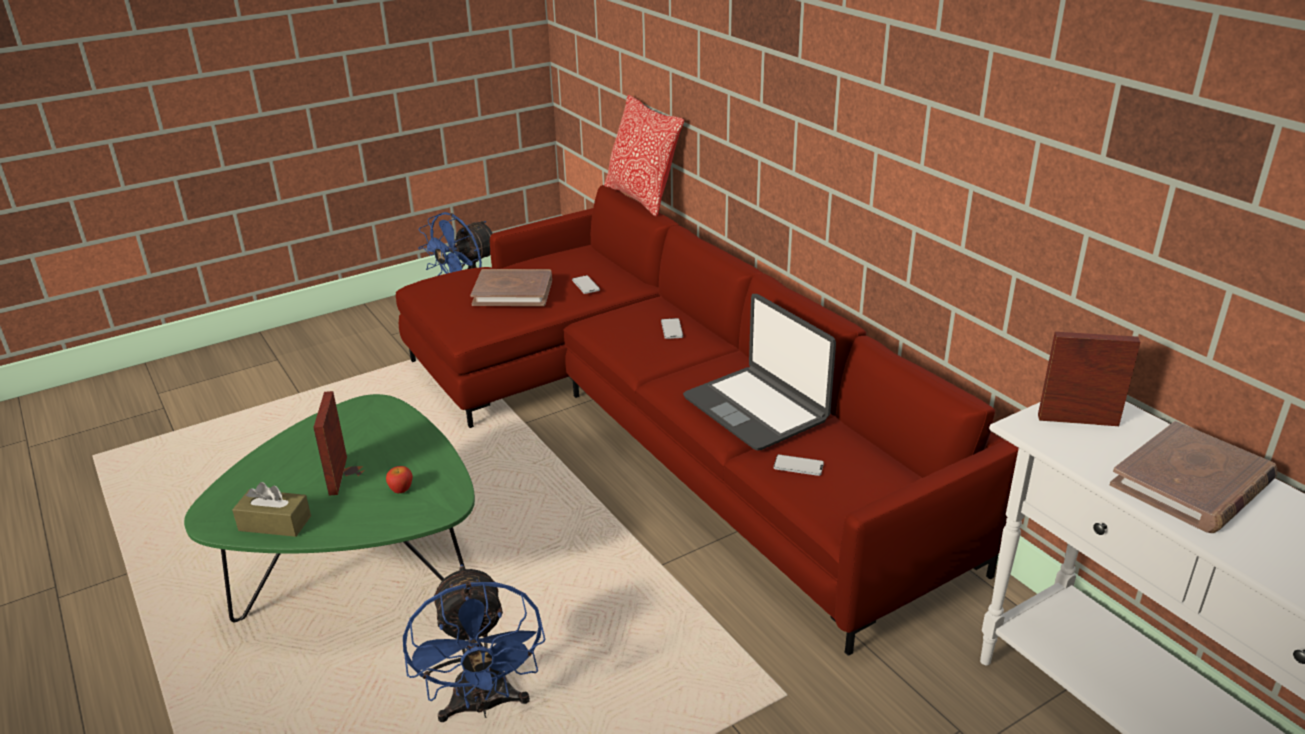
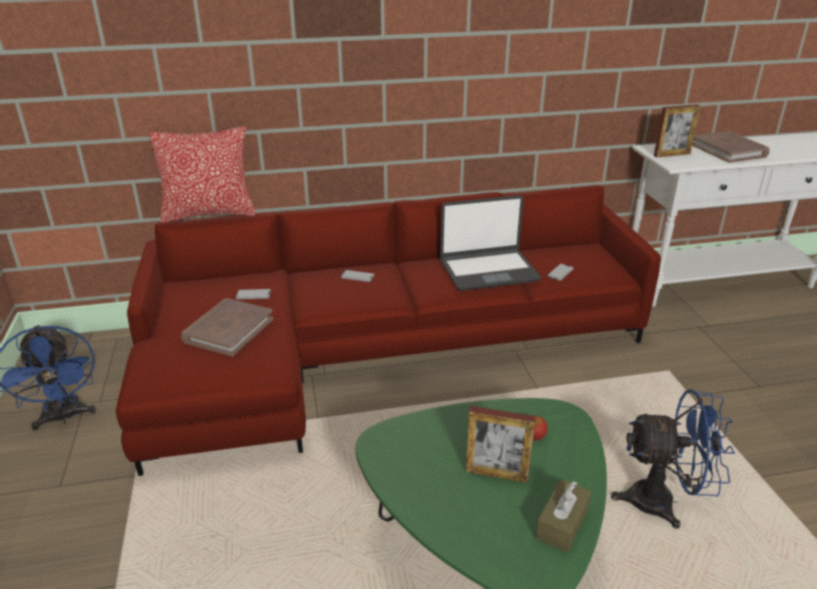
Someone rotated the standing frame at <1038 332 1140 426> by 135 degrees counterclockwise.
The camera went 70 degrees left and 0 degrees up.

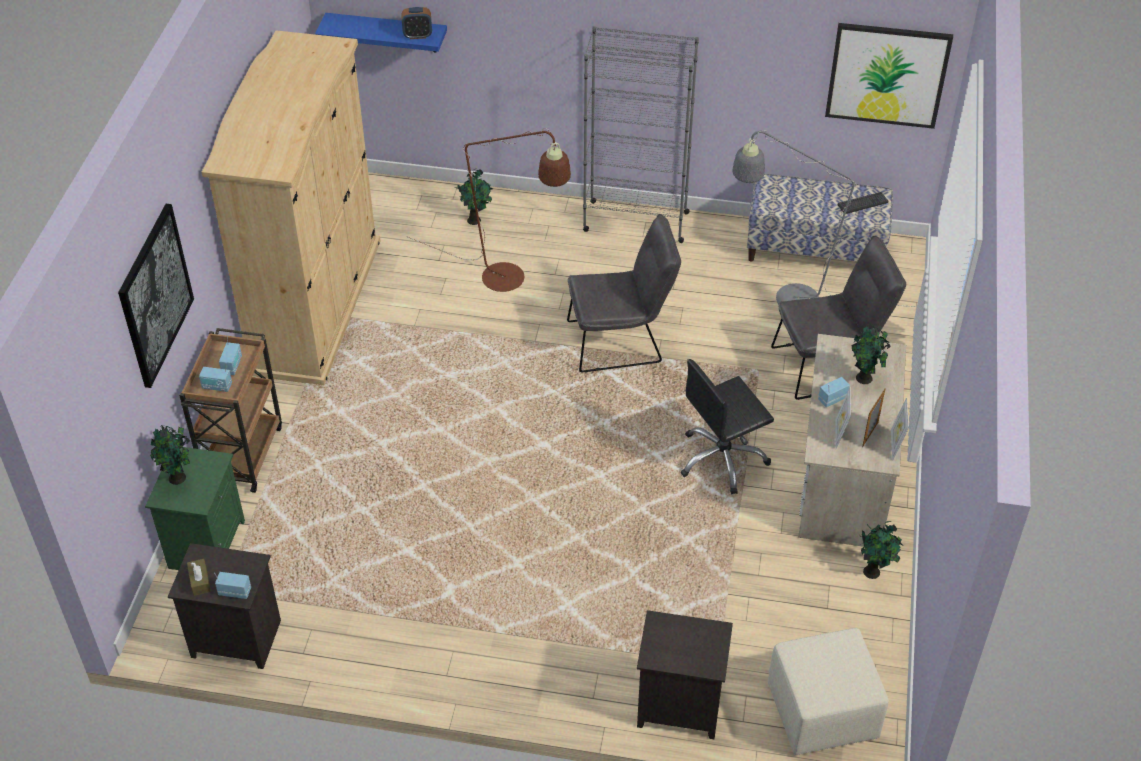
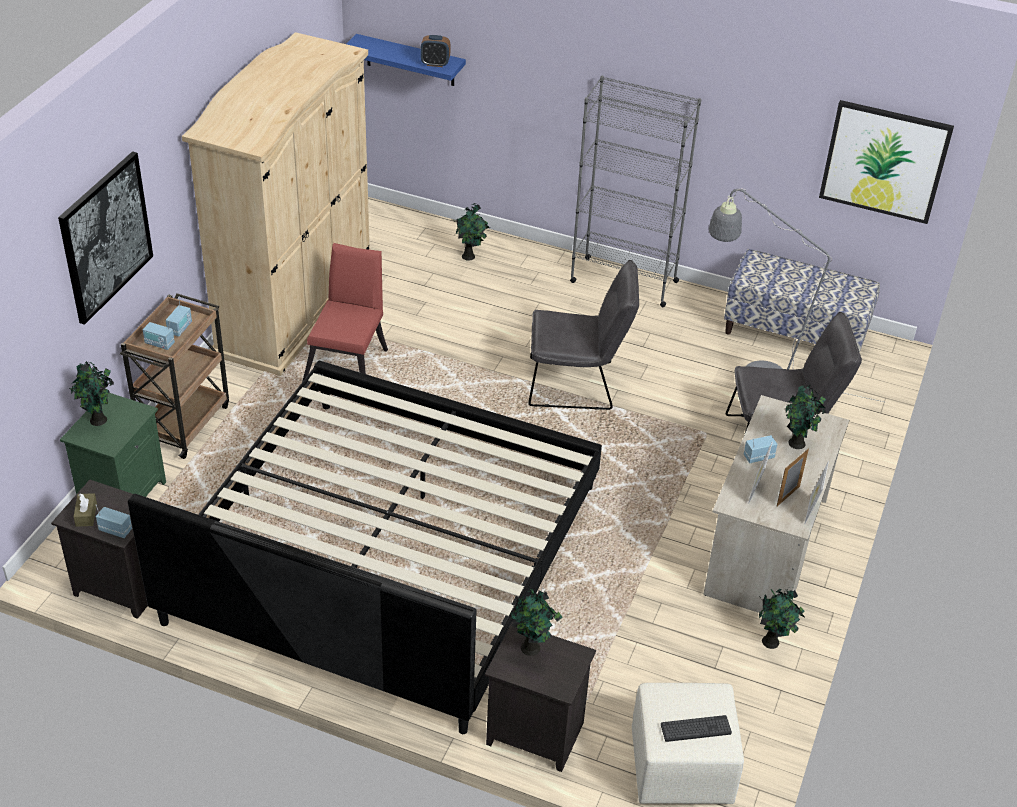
Someone put down the bedroom bed at <128 360 602 734>.
Someone put down the red-coloured upright chair at <302 243 388 382>.
Someone put down the potted plant at <510 589 563 656>.
Someone carried the computer keyboard from <838 192 888 214> to <661 715 732 742>.
Someone took away the brownish standing lamp at <408 128 571 292>.
Someone took away the blackish computer chair at <680 359 774 494>.
The camera went 10 degrees right and 5 degrees down.

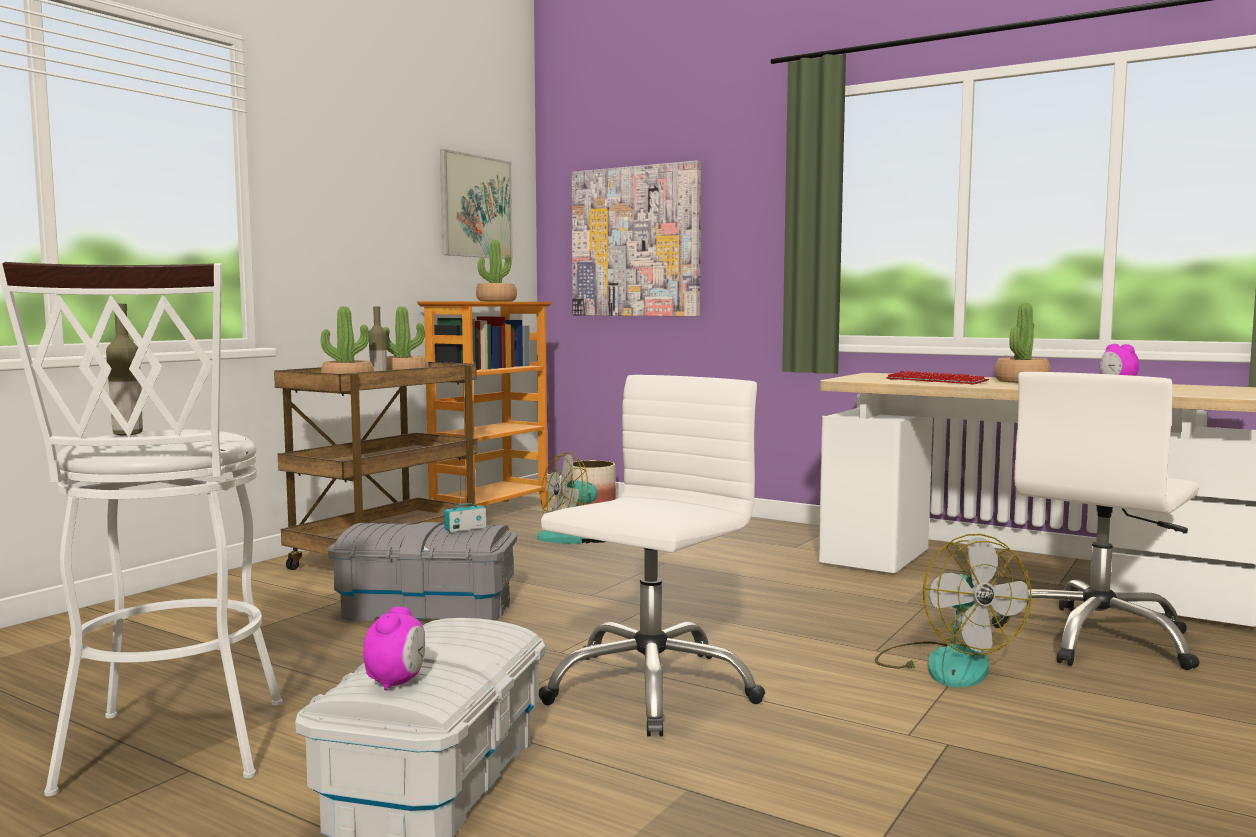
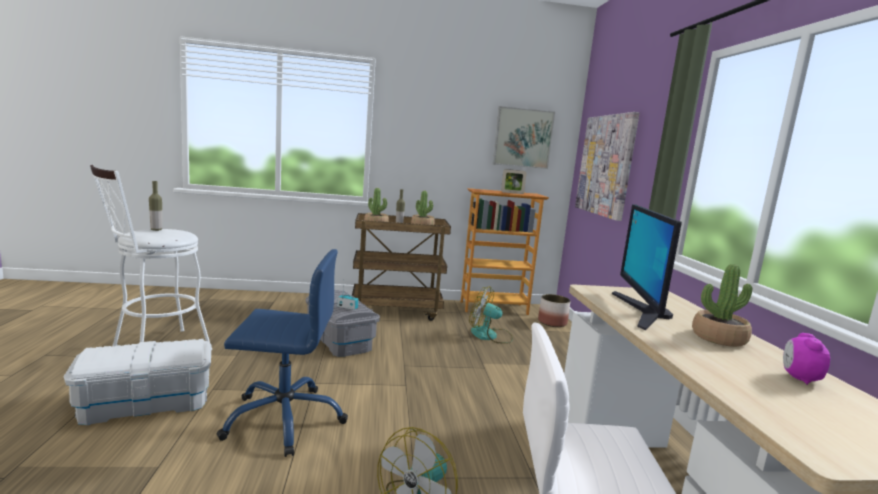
Someone repainted the whitish computer chair at <539 375 765 736>, which became the blue computer chair at <217 249 348 457>.
Someone swapped the potted plant at <476 240 517 301> for the standing frame at <501 169 527 194>.
Someone swapped the computer keyboard at <886 371 989 385> for the computer display at <612 204 682 330>.
Someone took away the alarm clock at <363 607 425 690>.
The camera went 50 degrees right and 5 degrees up.

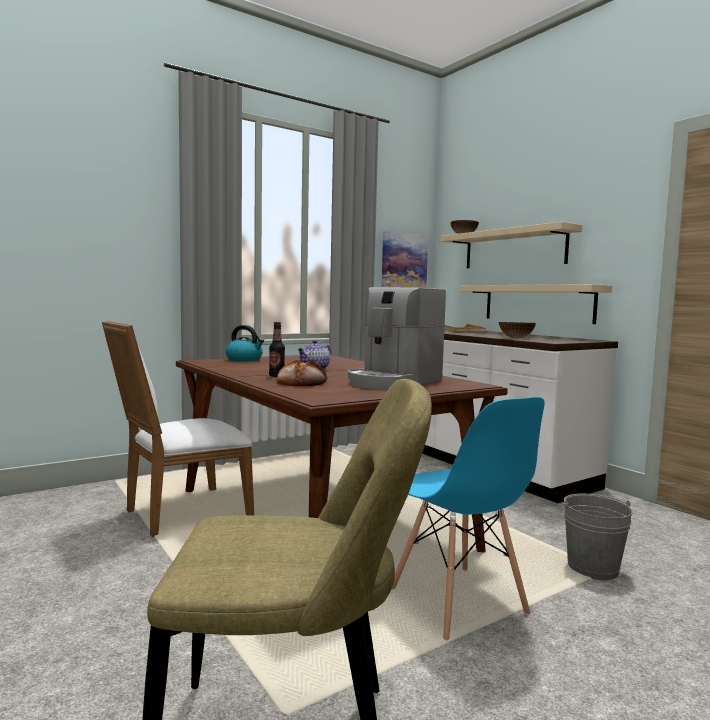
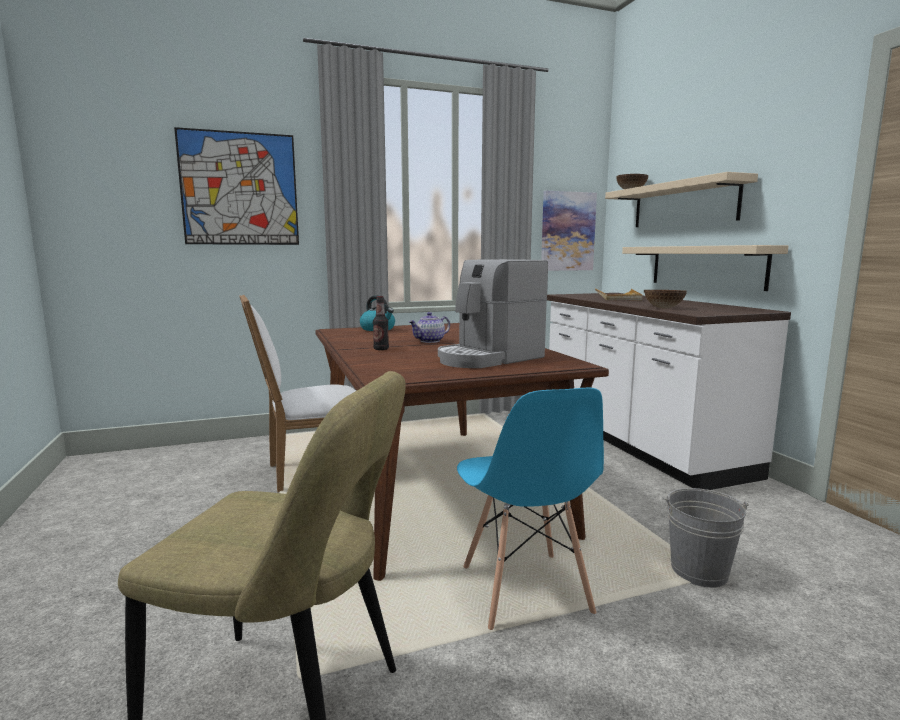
Someone put up the picture at <174 127 299 245>.
Someone took away the bakery bread at <277 359 327 386>.
The camera went 15 degrees right and 5 degrees up.

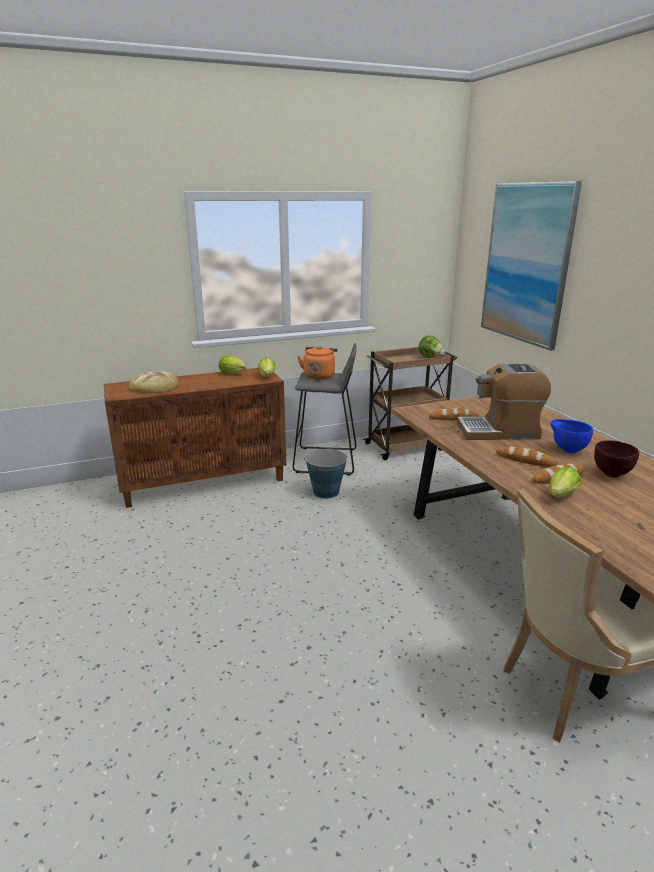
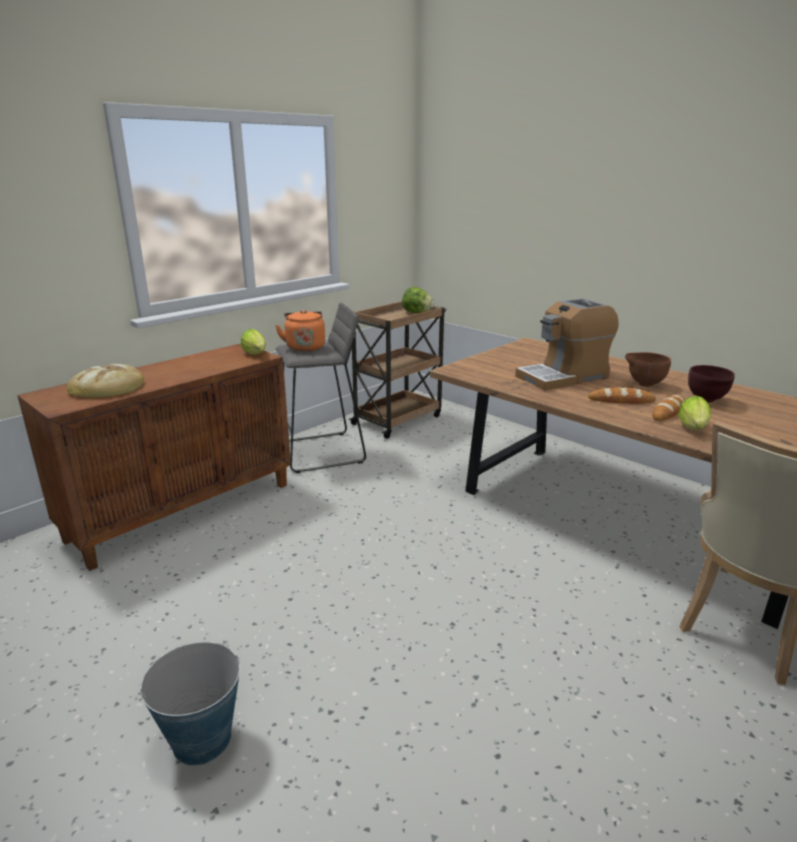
Someone carried the bucket from <304 449 348 499> to <139 642 240 766>.
Someone repainted the blue serving bowl at <550 419 593 453>, which became the brownish serving bowl at <625 352 671 387>.
Someone took away the lettuce at <219 355 247 374>.
Someone took away the bakery bread at <429 408 479 420>.
Someone took away the picture at <481 181 582 351>.
The camera went 25 degrees left and 0 degrees up.

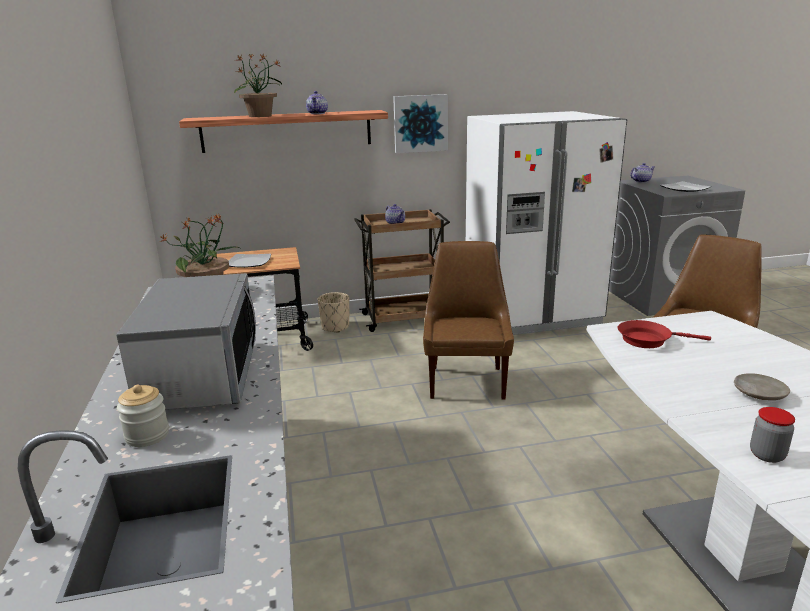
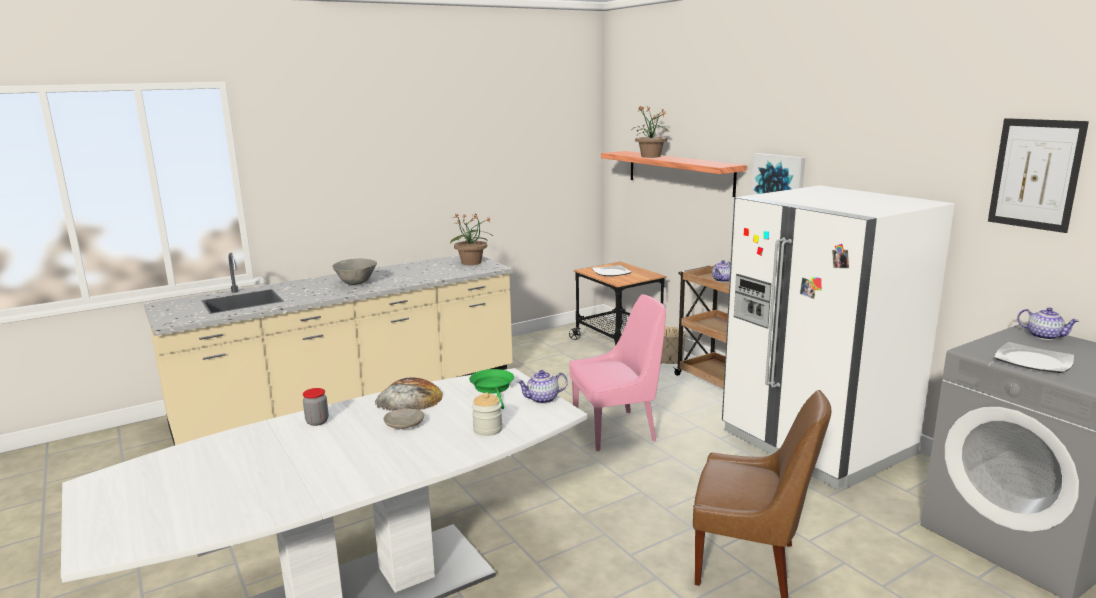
Someone swapped the microwave oven at <116 273 256 410> for the gray serving bowl at <332 259 377 285>.
Someone put down the bakery bread at <375 378 443 411>.
Someone repainted the red-coloured frying pan at <618 320 711 348>, which became the green-coloured frying pan at <469 369 514 409>.
Someone carried the storage jar from <117 385 169 447> to <472 392 503 436>.
Someone carried the teapot from <306 91 328 114> to <517 370 568 404>.
Someone repainted the brownish upright chair at <423 241 514 400>, which became the pink upright chair at <570 294 666 451>.
Someone put up the picture at <988 118 1089 233>.
The camera went 70 degrees right and 5 degrees down.

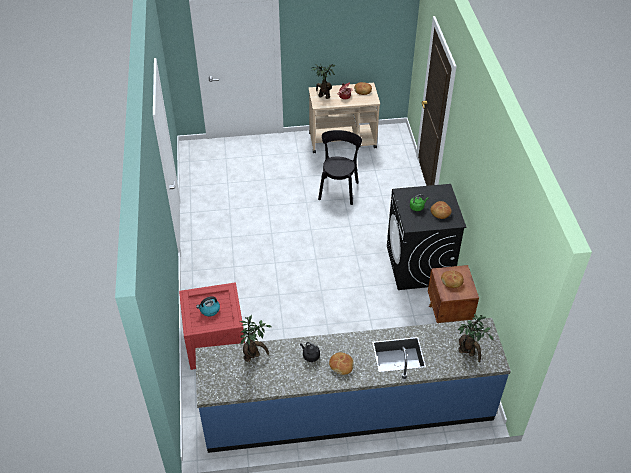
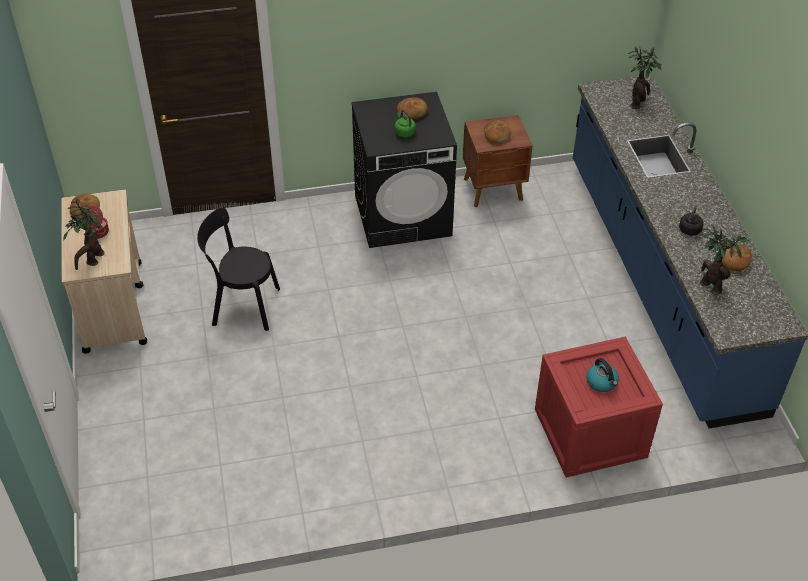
Someone carried the bakery bread from <329 352 354 375> to <722 245 752 271>.
The camera went 95 degrees left and 0 degrees up.

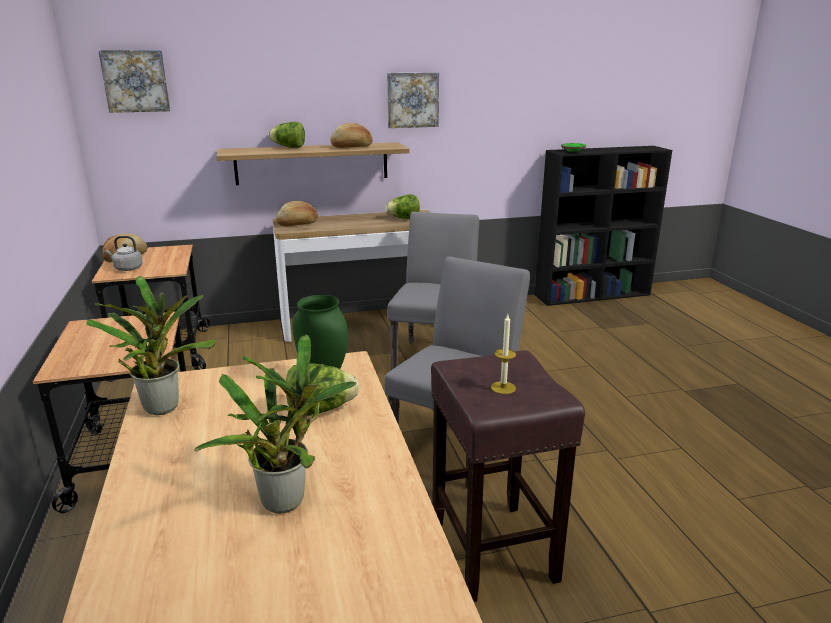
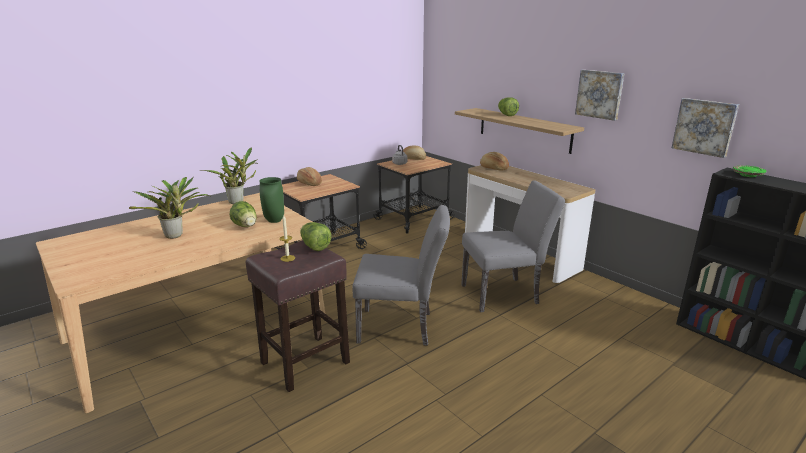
Someone carried the bakery bread from <331 123 373 148> to <297 167 322 186>.
Someone carried the lettuce from <385 194 420 219> to <300 222 331 251>.
Someone carried the picture from <98 50 170 113> to <672 98 739 158>.
The camera went 65 degrees right and 0 degrees up.

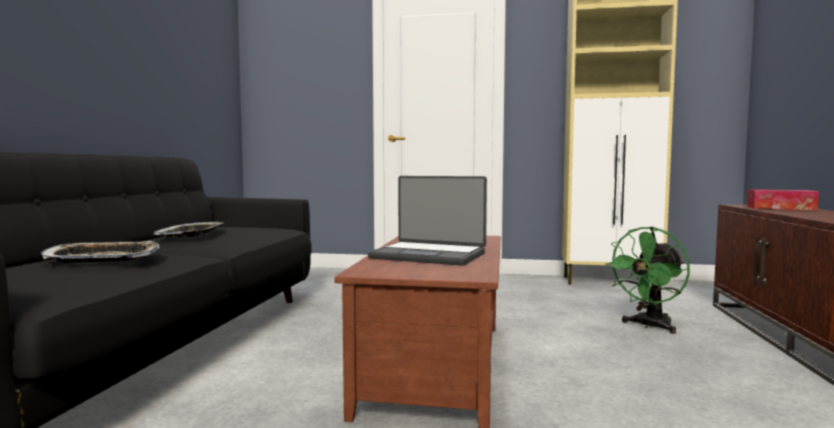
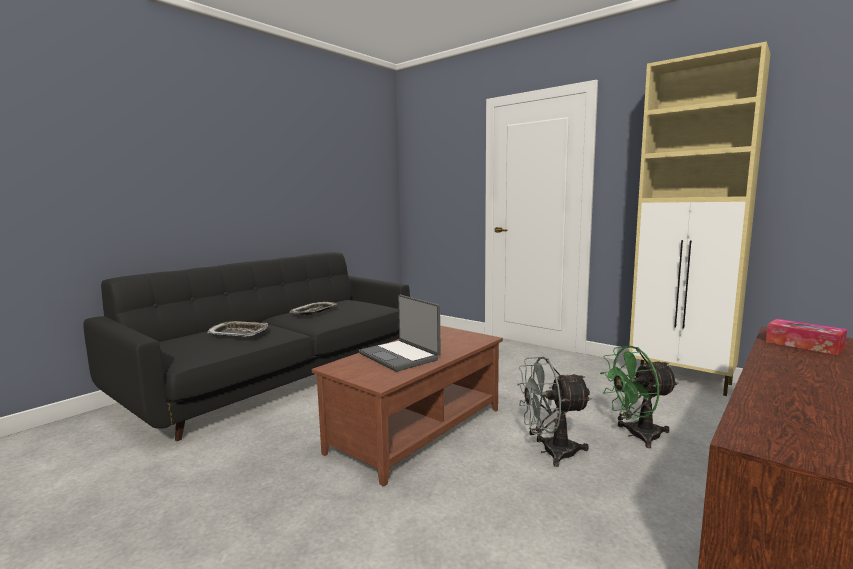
Someone put down the gray cooling fan at <517 356 592 467>.
The camera went 30 degrees right and 5 degrees up.

